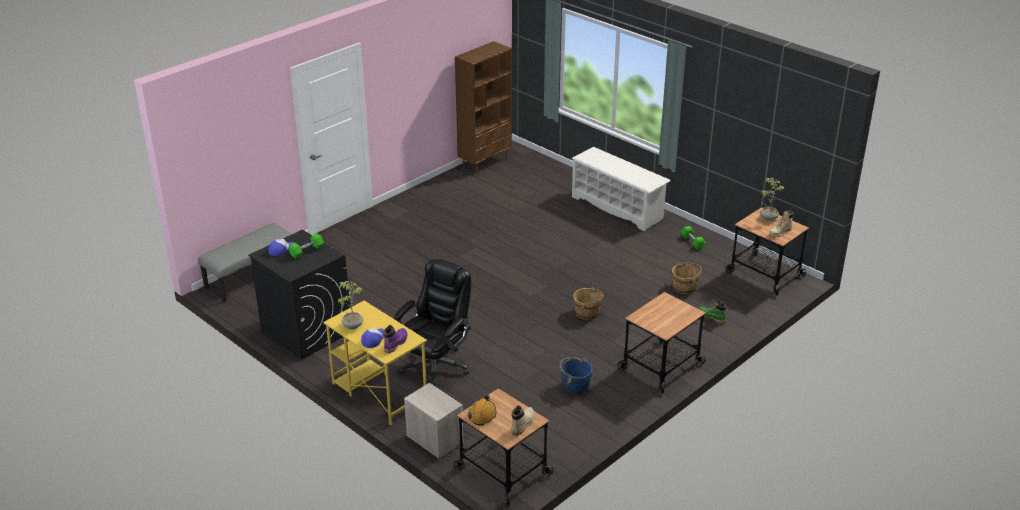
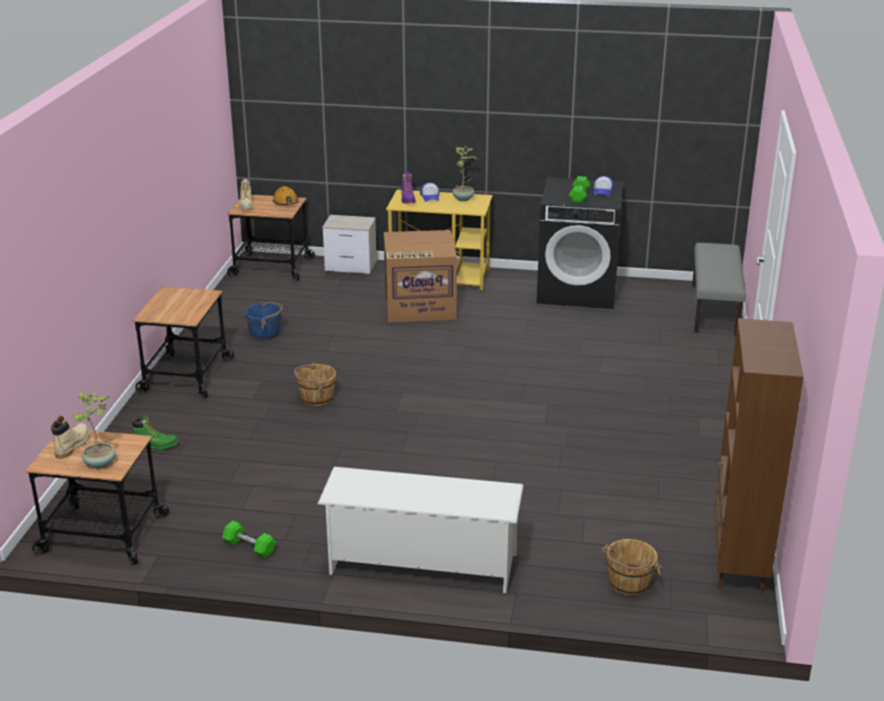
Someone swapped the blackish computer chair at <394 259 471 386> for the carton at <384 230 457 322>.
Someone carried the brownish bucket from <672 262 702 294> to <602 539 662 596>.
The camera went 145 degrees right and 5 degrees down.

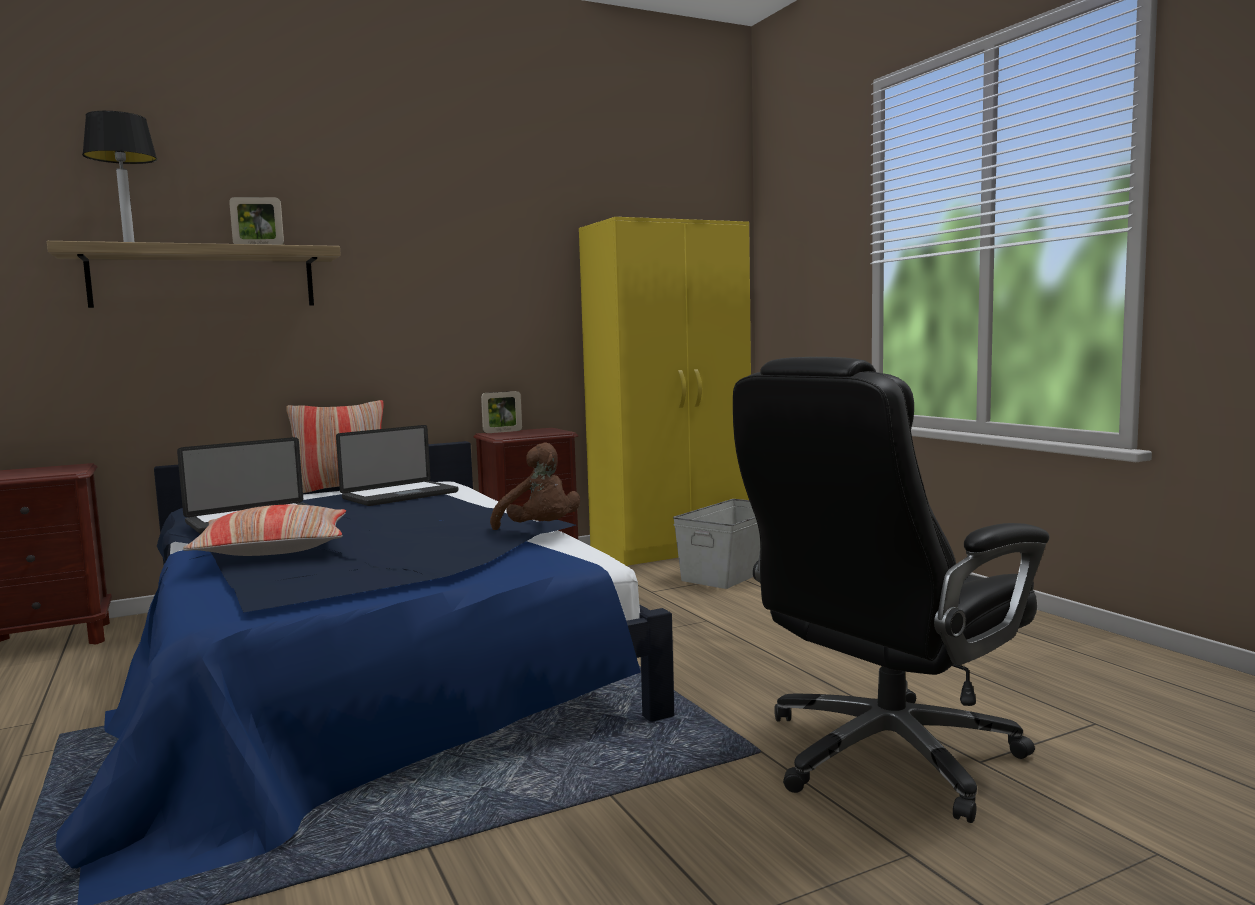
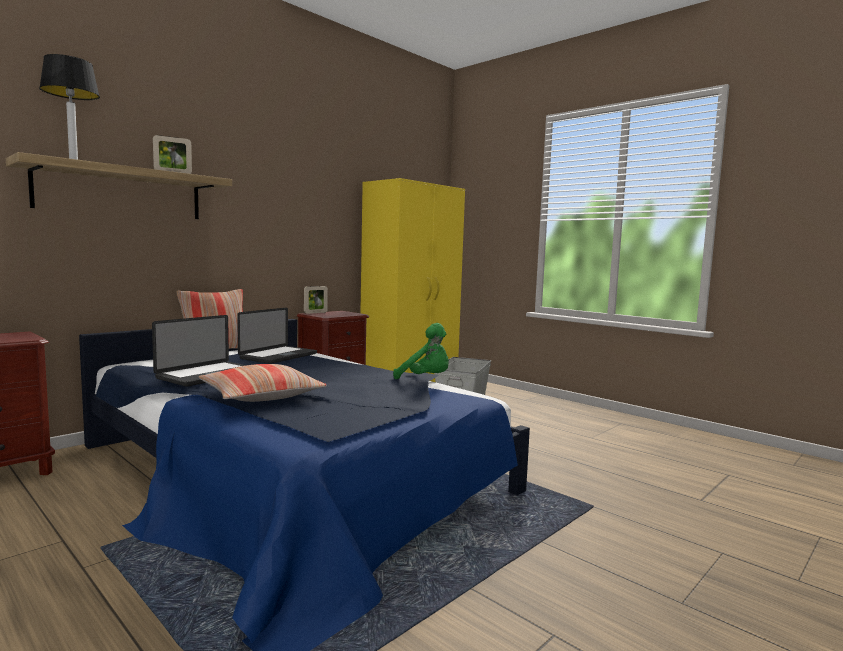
Someone repainted the brownish plush toy at <490 442 580 530>, which became the green-coloured plush toy at <393 323 449 379>.
Someone took away the blackish computer chair at <733 357 1049 823>.
The camera went 20 degrees left and 0 degrees up.

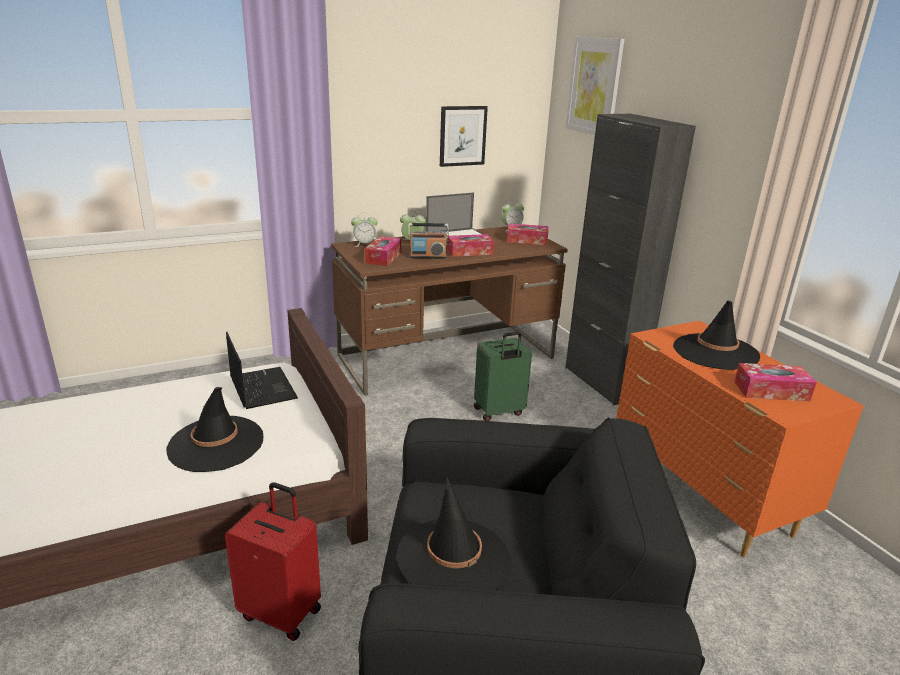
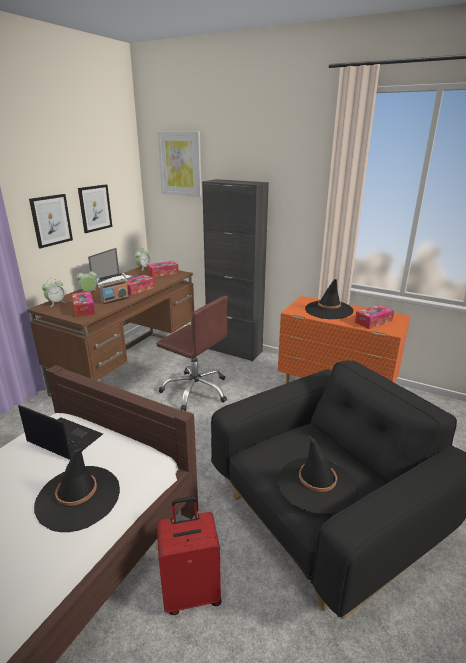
Someone put up the picture at <29 194 73 248>.
Someone swapped the green-coloured piece of luggage at <474 332 532 421> for the brownish computer chair at <157 296 228 411>.
The camera went 35 degrees left and 0 degrees up.

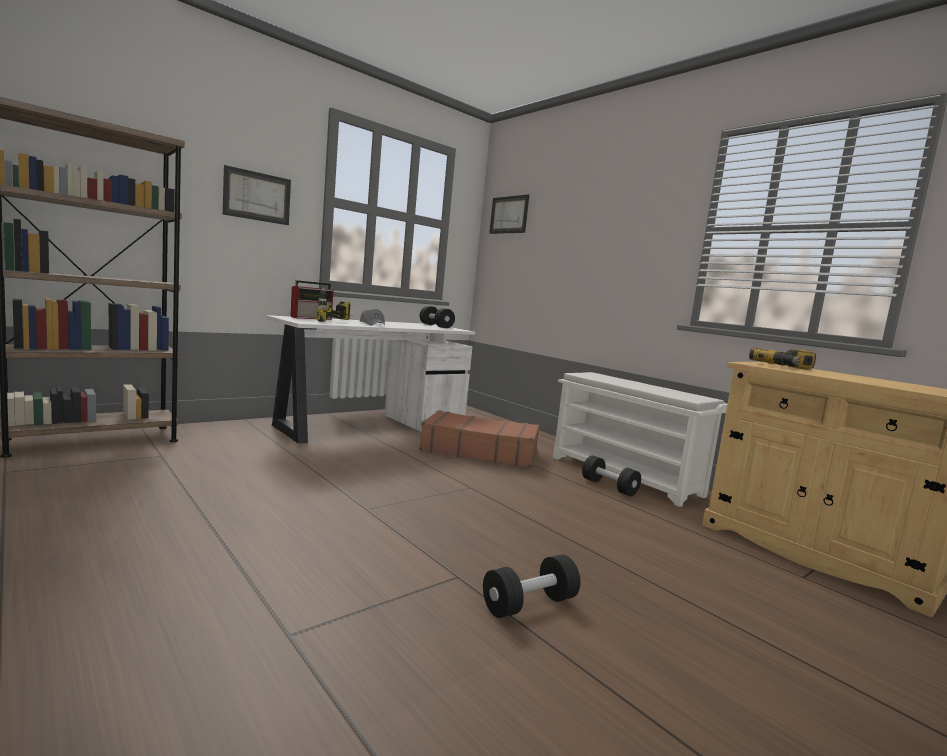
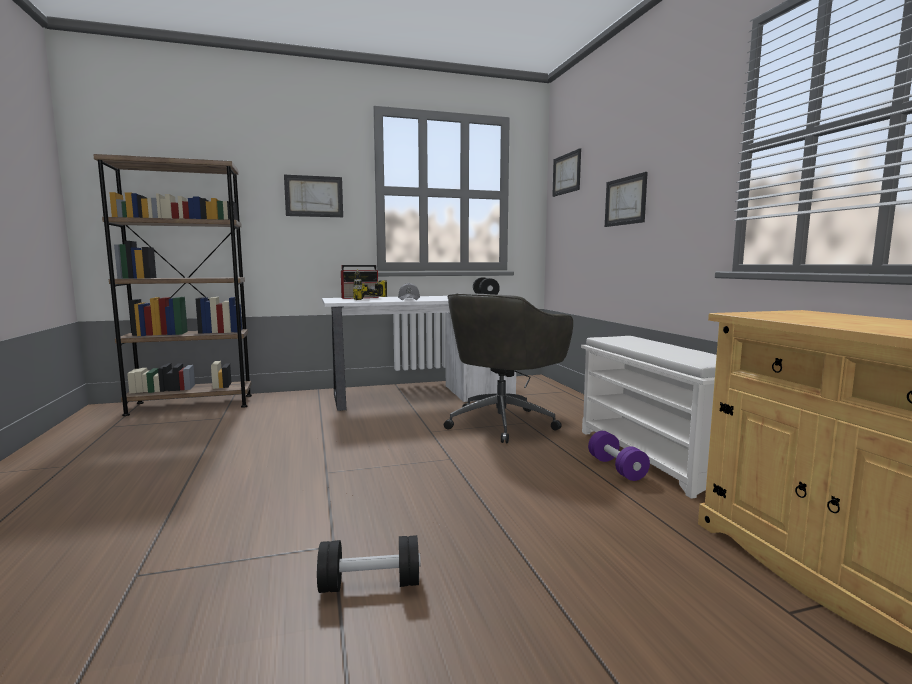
Someone swapped the brownish piece of luggage at <419 410 540 468> for the gray computer chair at <444 293 573 443>.
Someone repainted the blackish hand weight at <582 455 641 496>, which became the purple-coloured hand weight at <588 431 650 481>.
Someone put up the picture at <605 172 648 227>.
Someone took away the power drill at <749 348 816 370>.
The camera went 25 degrees right and 0 degrees up.

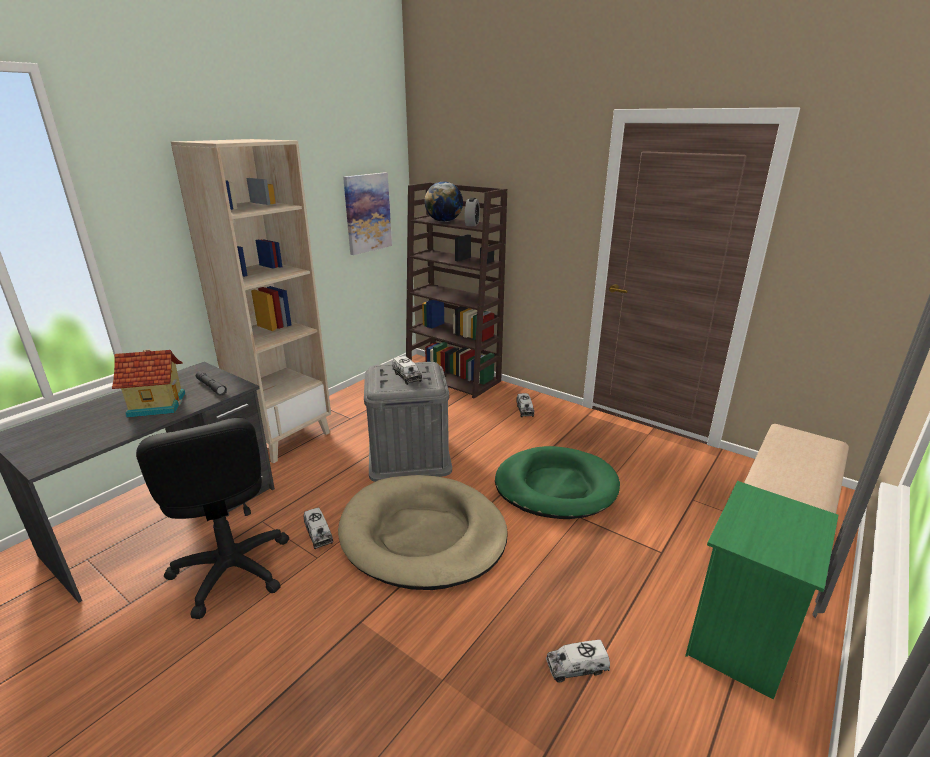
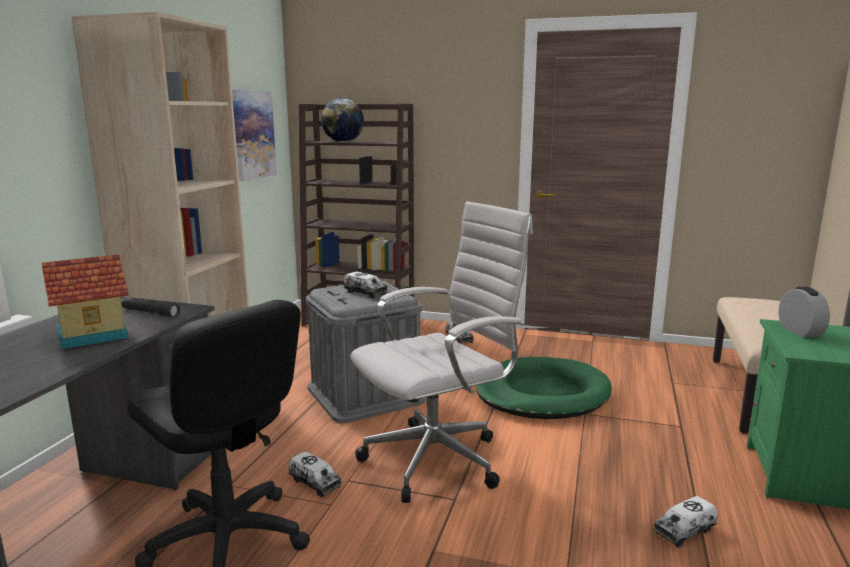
Someone swapped the sand-coloured dog bed at <338 475 508 590> for the whitish computer chair at <351 201 533 503>.
Someone carried the alarm clock from <465 198 480 226> to <778 287 830 338>.
The camera went 20 degrees left and 10 degrees down.

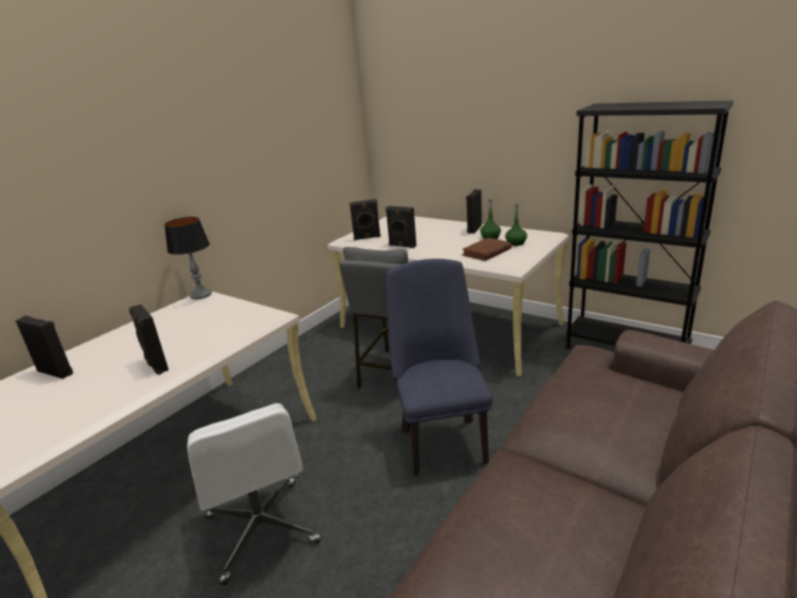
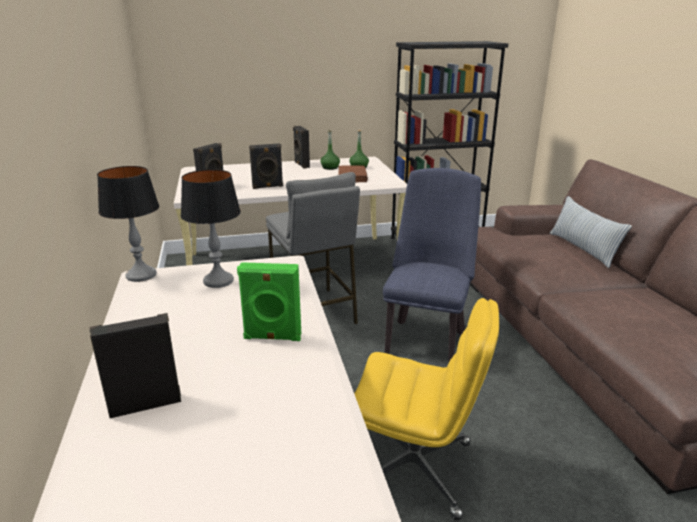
Someone put down the tabletop lamp at <181 169 241 288>.
Someone repainted the blackish speaker at <129 304 169 375>, which became the green-coloured speaker at <237 262 301 341>.
Someone repainted the whitish computer chair at <187 403 321 585>, which became the yellow-coloured computer chair at <354 298 499 520>.
Someone rotated the blue upright chair at <386 259 492 476> by 75 degrees clockwise.
Someone put down the cushion at <550 196 632 268>.
The camera went 50 degrees left and 0 degrees up.

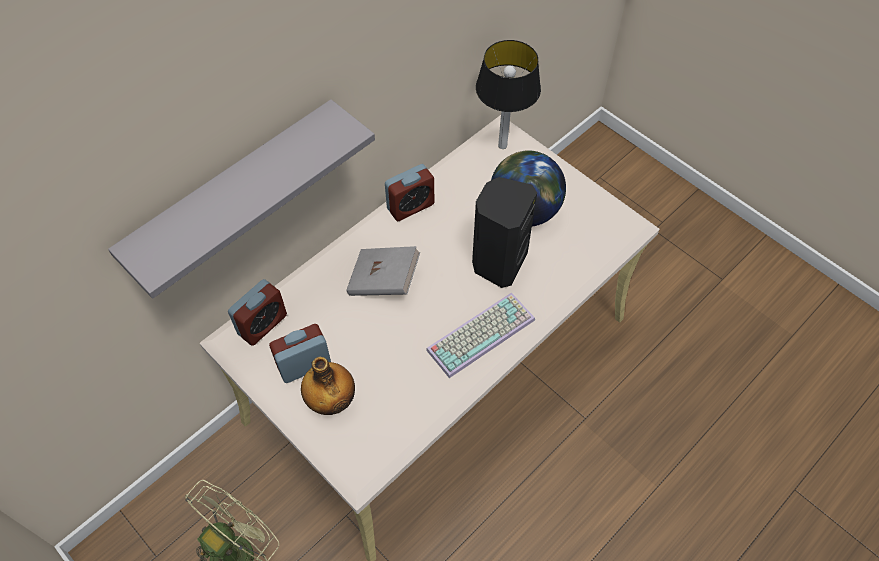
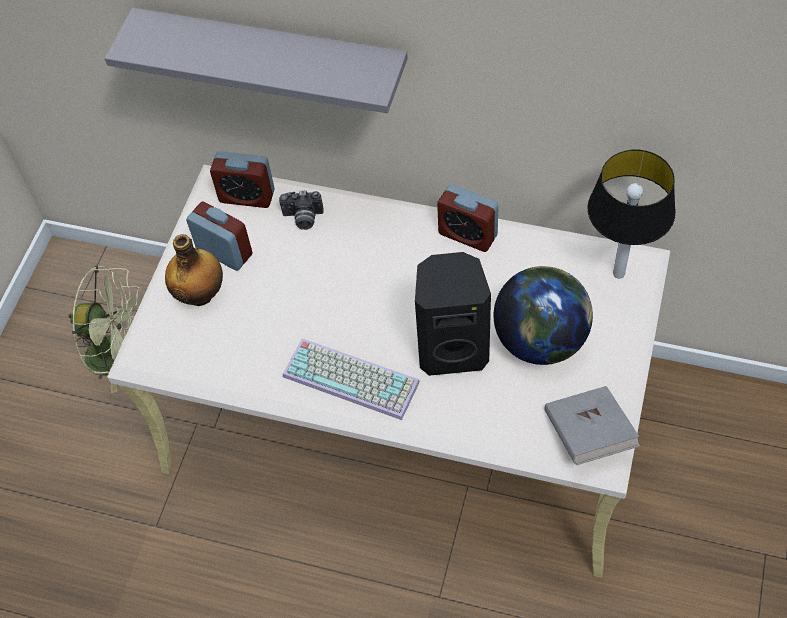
Someone put down the photo camera at <279 190 324 230>.
Someone carried the gray volume from <346 246 420 296> to <544 386 640 465>.
The camera went 65 degrees right and 0 degrees up.

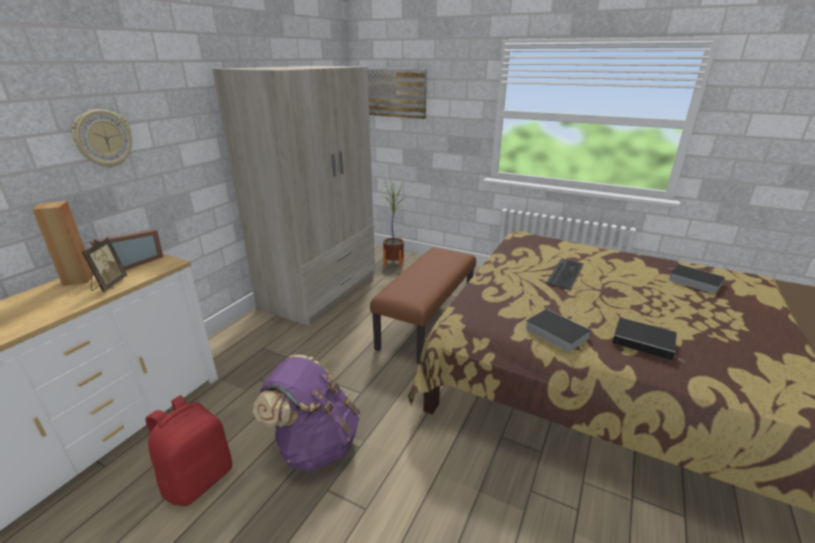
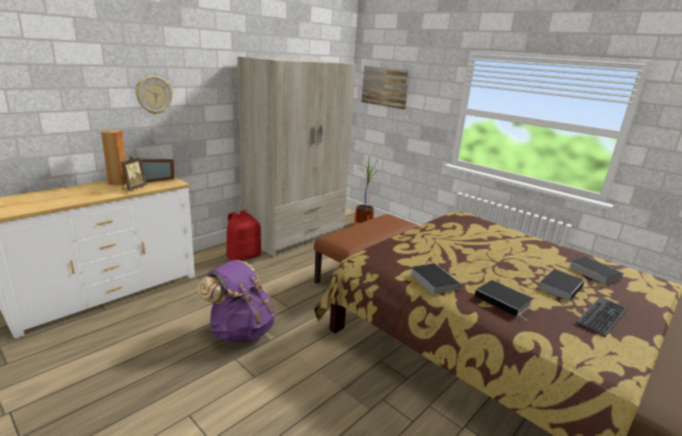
Someone carried the red-coloured backpack from <145 395 232 506> to <226 210 261 261>.
Someone put down the volume at <538 269 585 301>.
Someone carried the computer keyboard from <546 258 584 290> to <576 296 628 337>.
The camera went 15 degrees right and 5 degrees down.

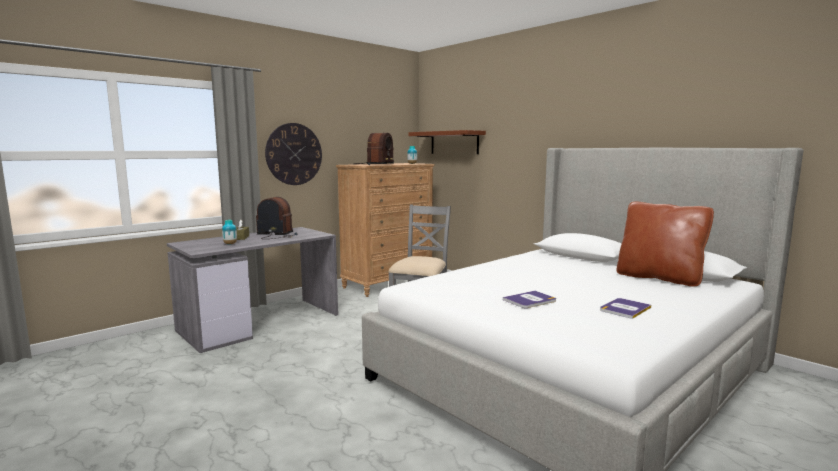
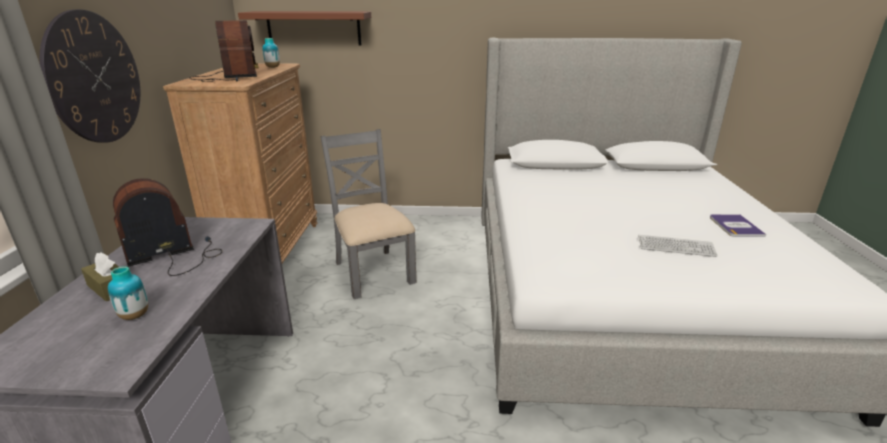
Someone swapped the volume at <503 291 556 308> for the computer keyboard at <638 235 717 257>.
Someone took away the brownish cushion at <617 201 714 287>.
The camera went 45 degrees left and 15 degrees up.

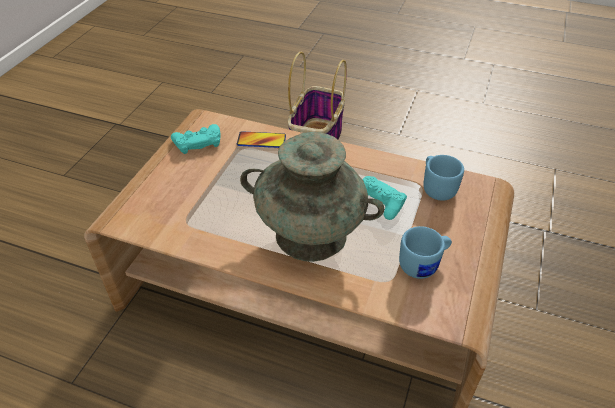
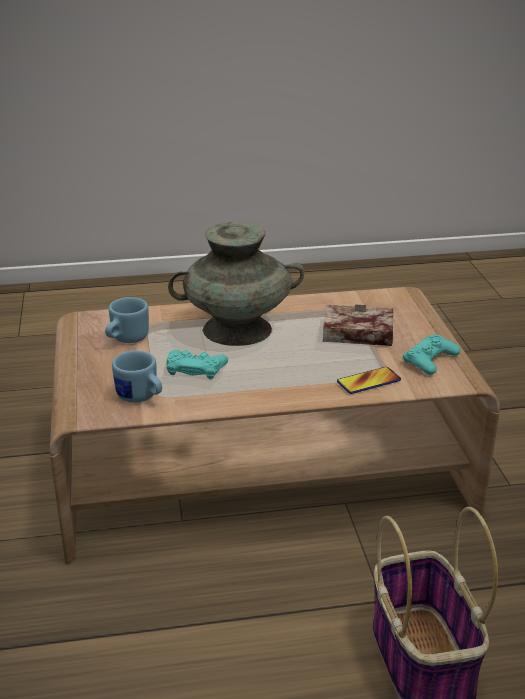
Someone put down the volume at <323 305 393 346>.
The camera went 150 degrees right and 15 degrees down.

